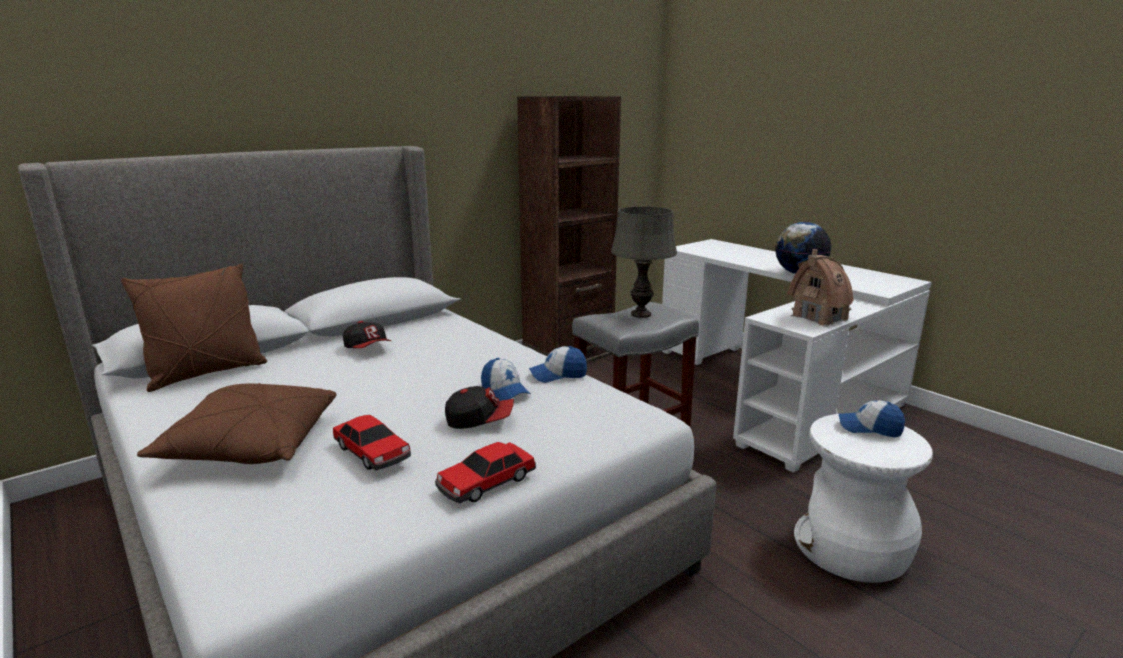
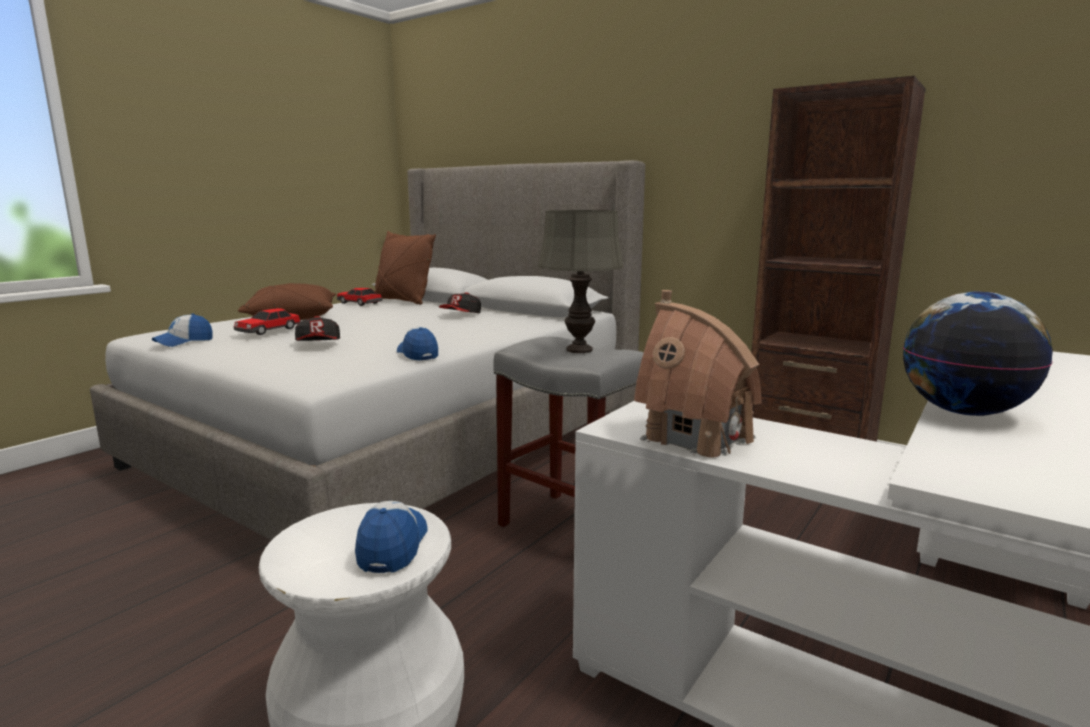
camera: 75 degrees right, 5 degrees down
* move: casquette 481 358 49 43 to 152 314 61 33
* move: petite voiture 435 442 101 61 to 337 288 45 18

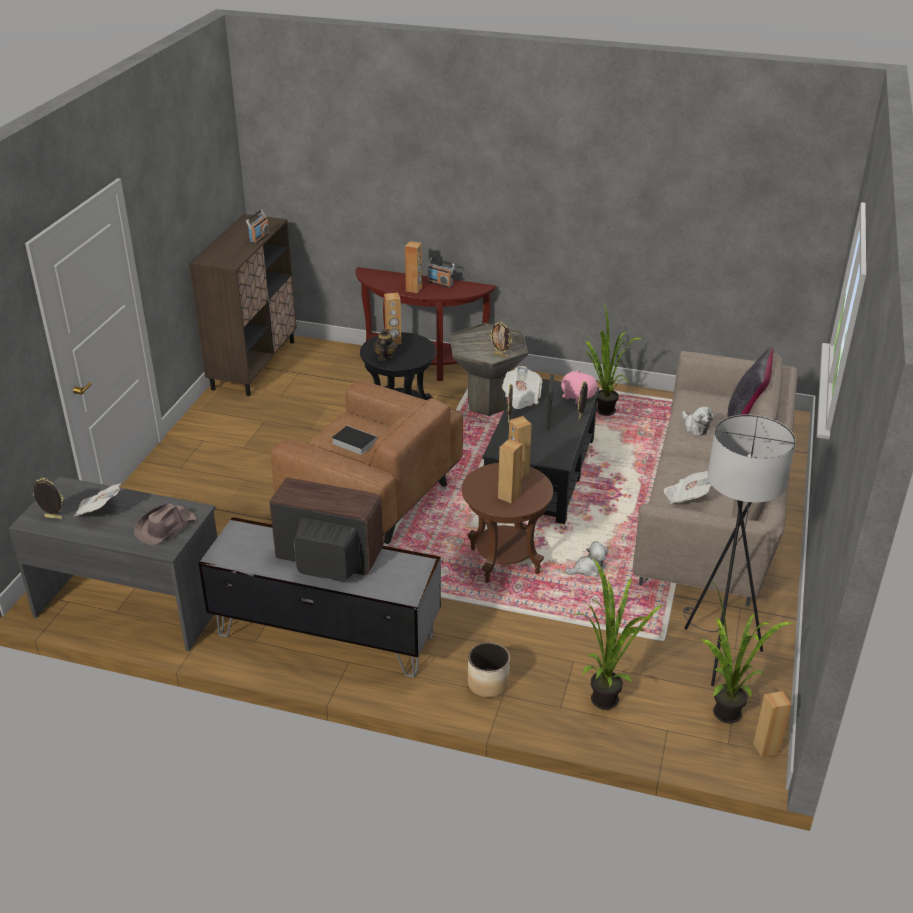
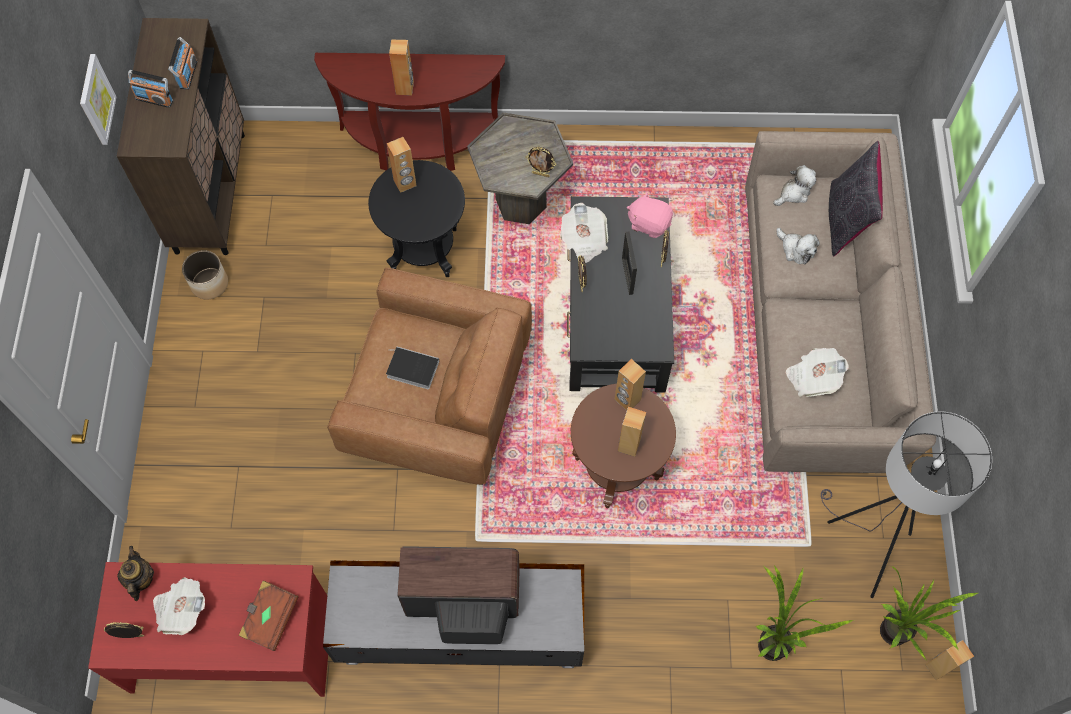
camera: 15 degrees left, 30 degrees up
* move: radio 428 258 27 30 to 128 70 45 38
* delete: plante en pot 582 303 60 113
* move: théière 373 329 24 32 to 117 546 37 55
* recolor: bureau/gris 9 476 208 176 to bureau/rouge 88 562 240 135
* replace: chapeau/marron 134 503 62 42 to livre/marron 238 581 61 70
* move: peluche 565 541 43 36 to 773 165 43 41
* move: cache-pot 468 642 42 55 to 182 250 46 50
* insert: tableau 80 54 37 91

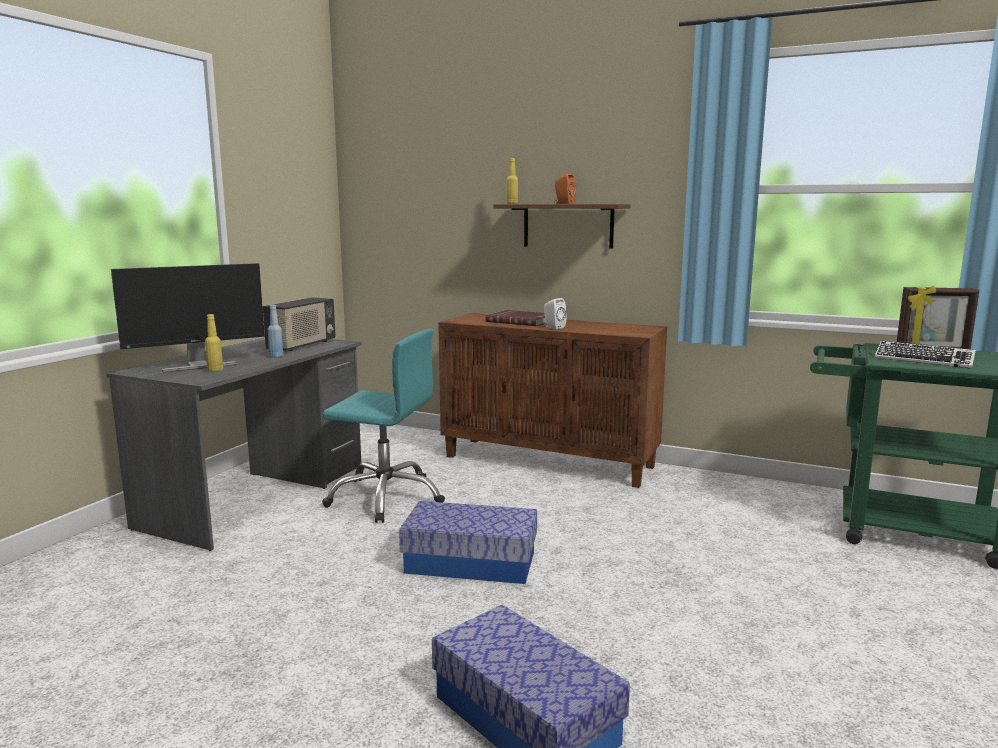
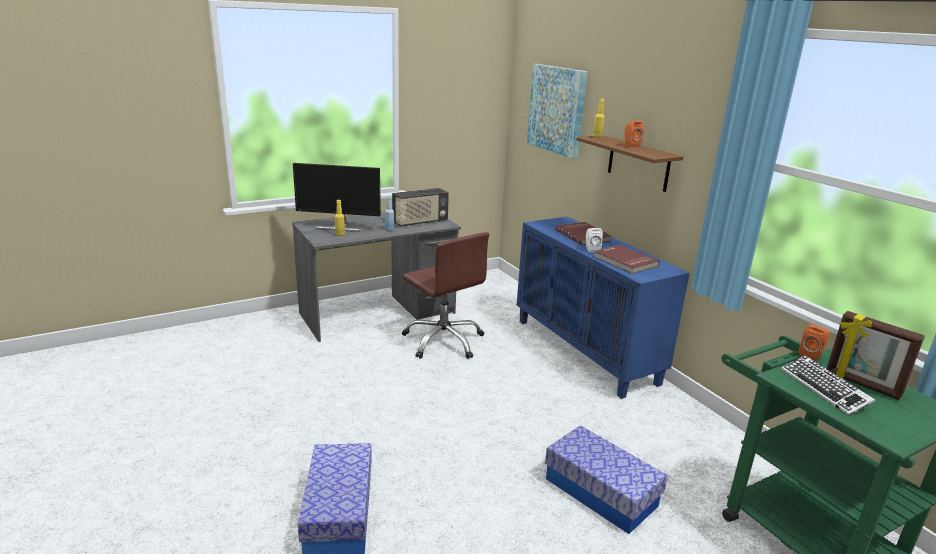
camera: 35 degrees right, 10 degrees up
* recolor: meuble de rangement/marron 438 313 229 175 to meuble de rangement/bleu 517 216 172 183
* recolor: chaise de bureau/turquoise 322 329 123 194 to chaise de bureau/marron 402 232 87 127
* move: boîte de rangement 399 501 138 83 to 545 425 123 109
* insert: tableau 527 64 60 95
* insert: livre/rouge 593 245 67 29
* insert: enceinte/orange 799 324 31 37

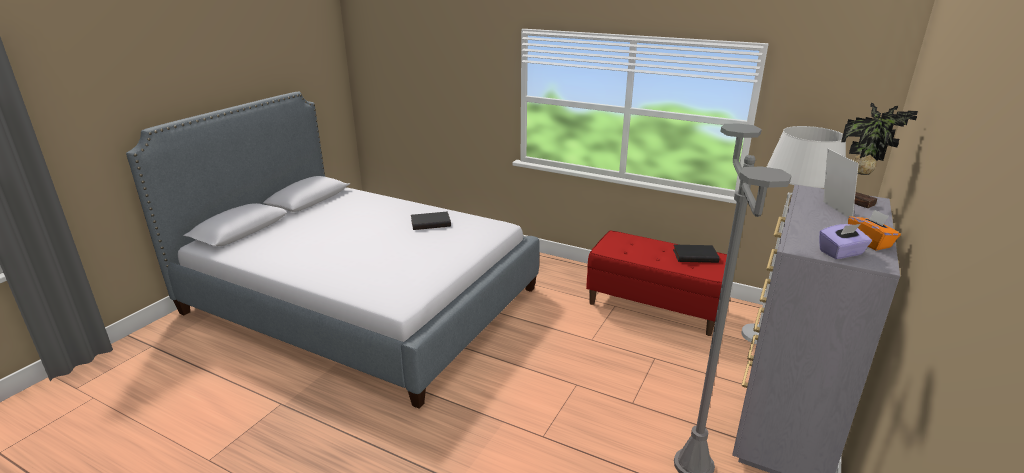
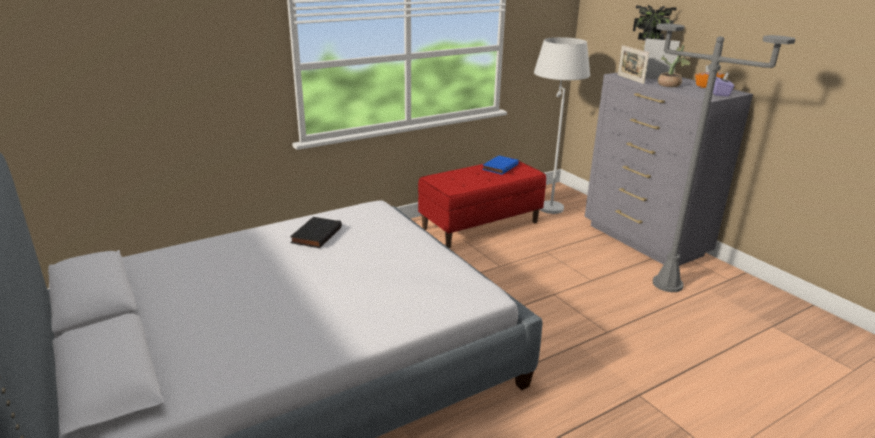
camera: 60 degrees left, 0 degrees up
* recolor: livre/noir 673 244 47 19 to livre/bleu 482 155 37 20
* insert: cadre photo 618 45 32 39
* insert: plante en pot 658 45 32 42

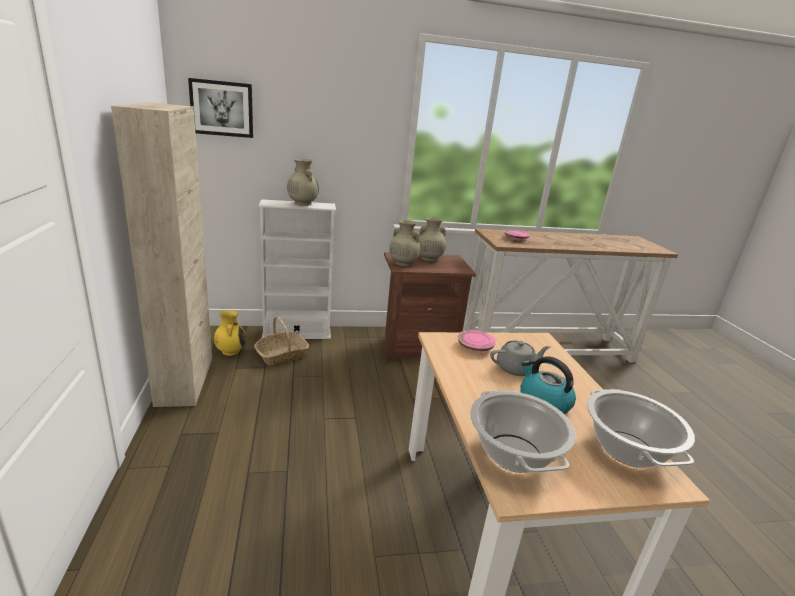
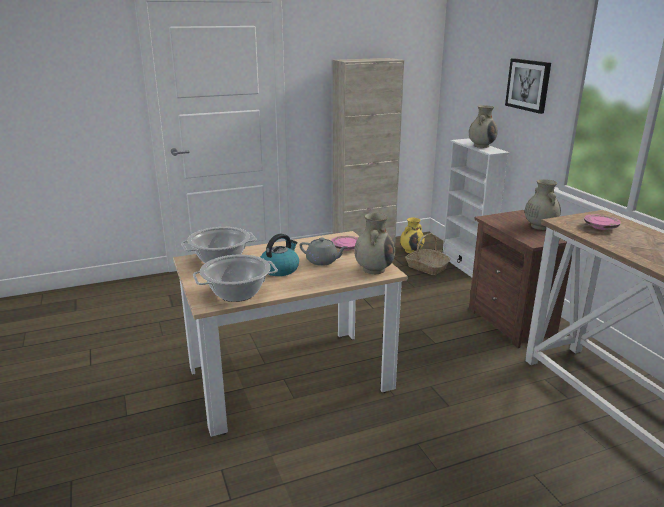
camera: 80 degrees right, 0 degrees up
* move: tableau 188 78 65 60 to 505 58 46 56
* move: vase/beige 389 220 31 46 to 354 213 41 61
* rotate: théière/gris 490 341 60 35 = 299 238 48 28 45 degrees counterclockwise

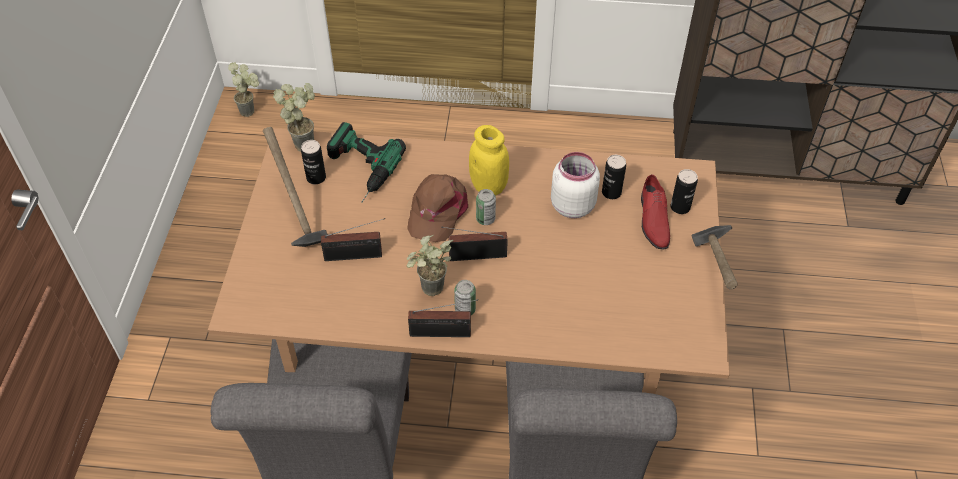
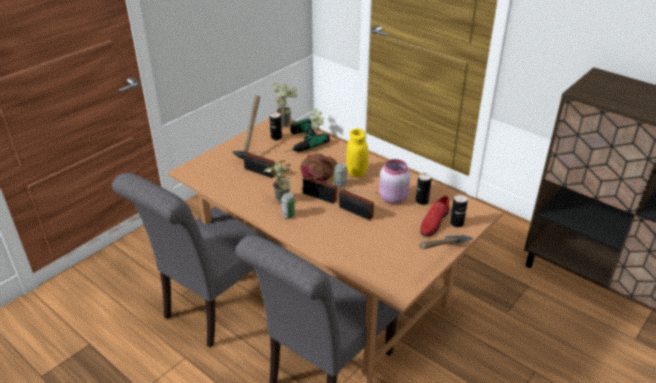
camera: 35 degrees right, 15 degrees down
* recolor: bocal/blanc 551 152 49 66 to bocal/rose 379 159 31 45
* rotate: casquette/marron 407 174 61 68 = 300 154 37 28 150 degrees clockwise
* move: radio 408 299 70 38 to 339 190 35 30

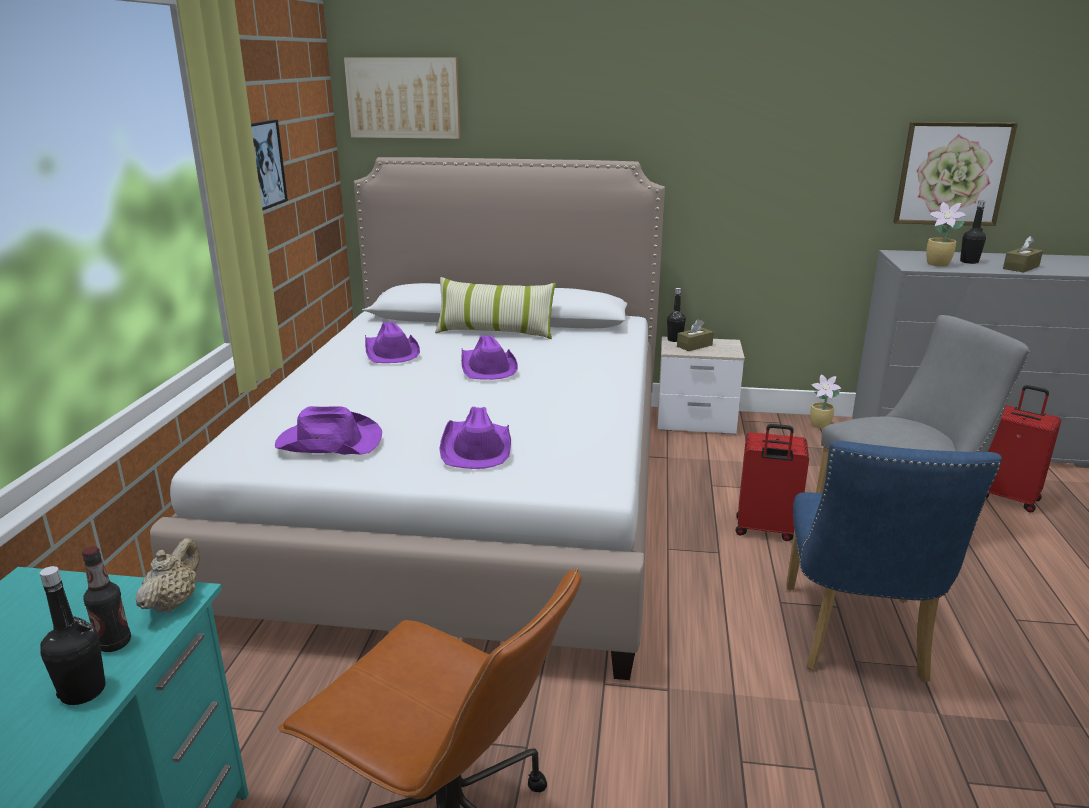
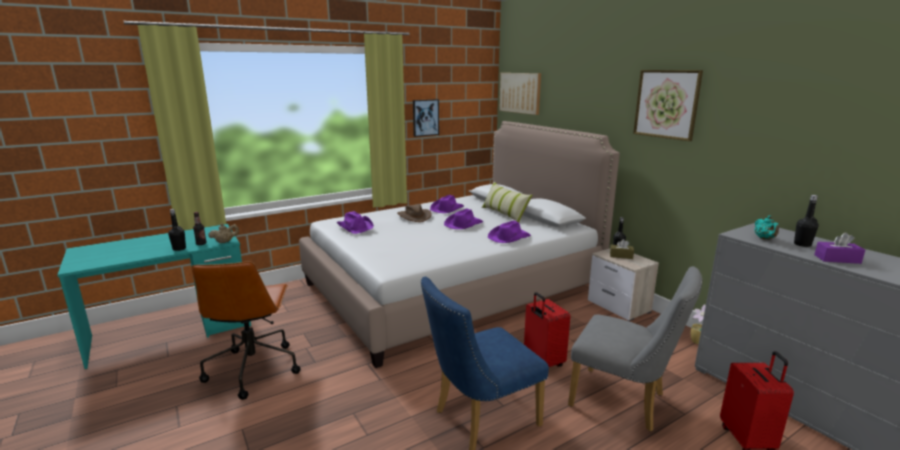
camera: 50 degrees right, 5 degrees down
* move: tableau 893 122 125 104 to 633 70 70 71
* replace: plante en pot 926 202 40 65 to théière/turquoise 755 216 24 24
* recolor: boîte à mouchoirs/marron 1003 236 40 37 to boîte à mouchoirs/violet 814 232 51 32
* move: chapeau/violet 439 406 72 63 to 488 220 43 23
* insert: chapeau/marron 397 204 35 18

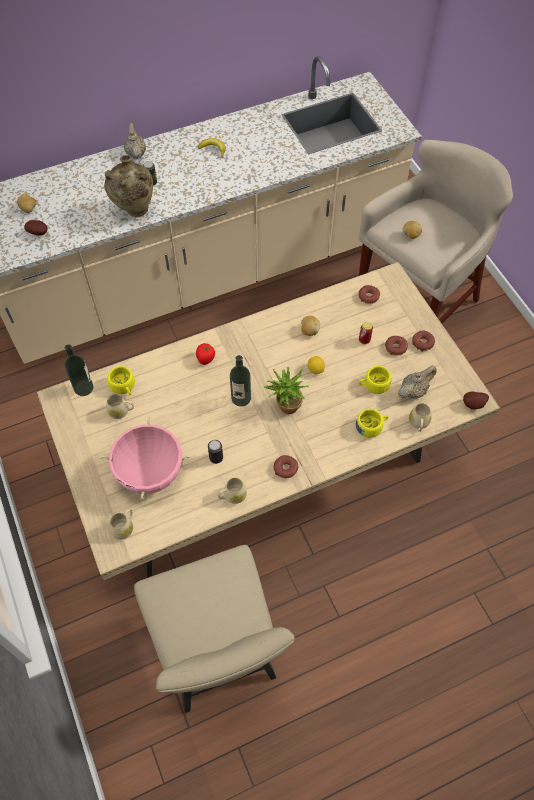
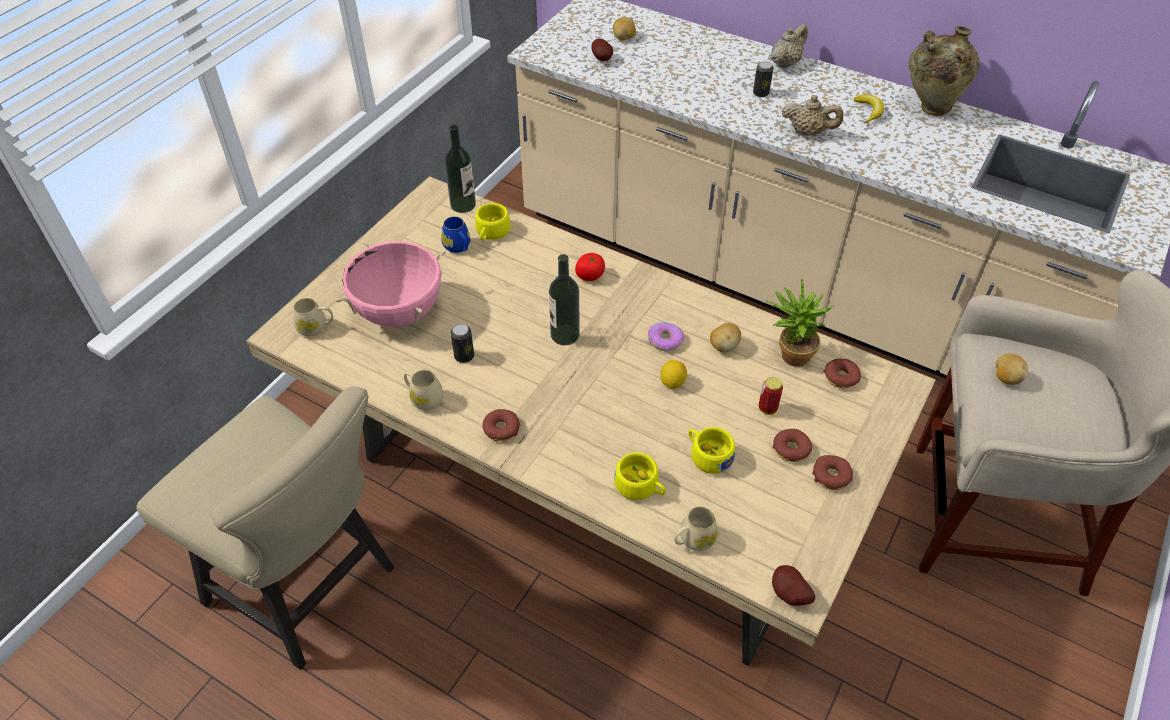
camera: 55 degrees right, 10 degrees down
* move: vase/beige 104 155 49 62 to 909 26 71 90
* move: théière/beige 398 366 39 33 to 782 95 61 41
* move: plante en pot 264 367 46 47 to 766 279 68 88
* recolor: mug/beige 106 394 28 25 to mug/bleu 441 216 29 37
* rotate: chaise/beige 134 545 161 168 = 136 386 258 284 90 degrees counterclockwise
* insert: beignet 648 321 37 31

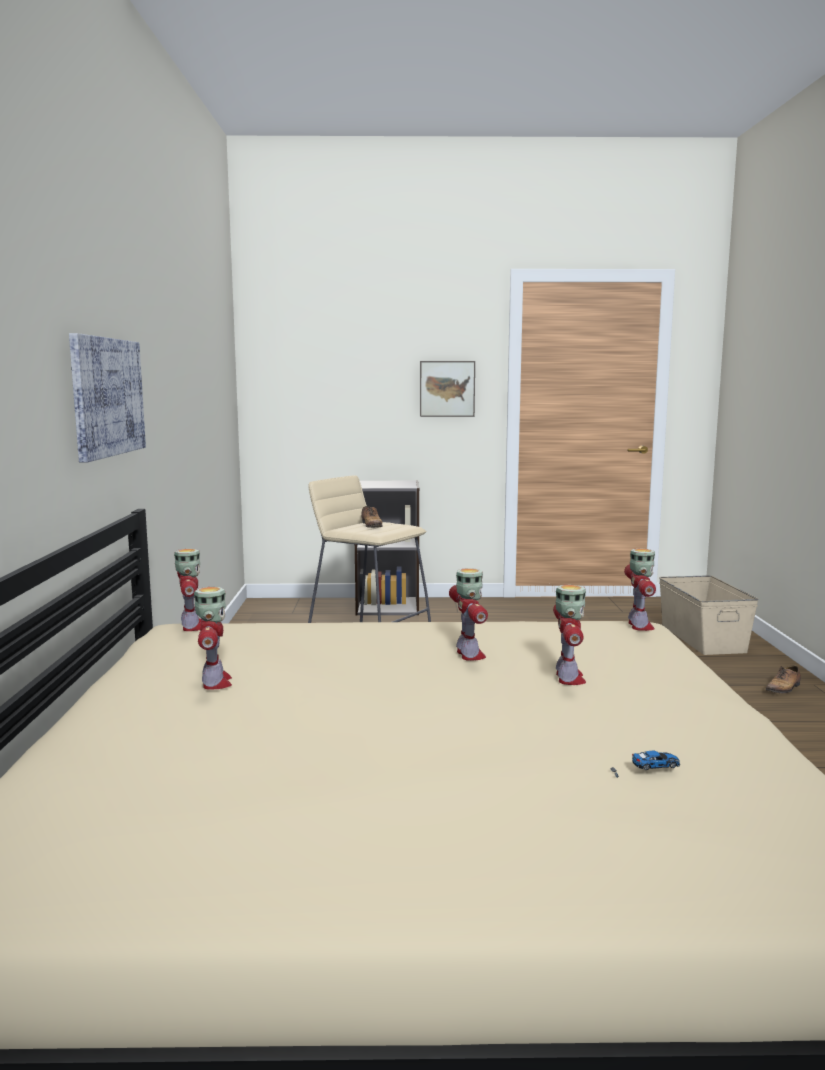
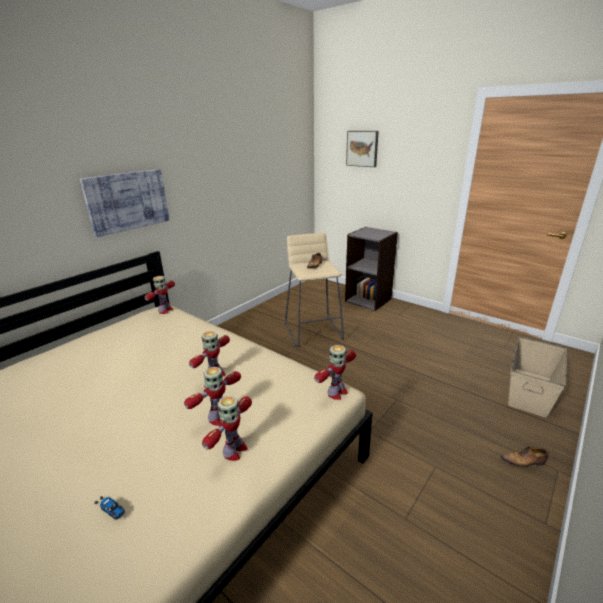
camera: 40 degrees right, 15 degrees up
* move: tableau 420 361 55 56 to 346 131 33 36
* move: robot jouet 194 587 38 103 to 202 396 50 65

